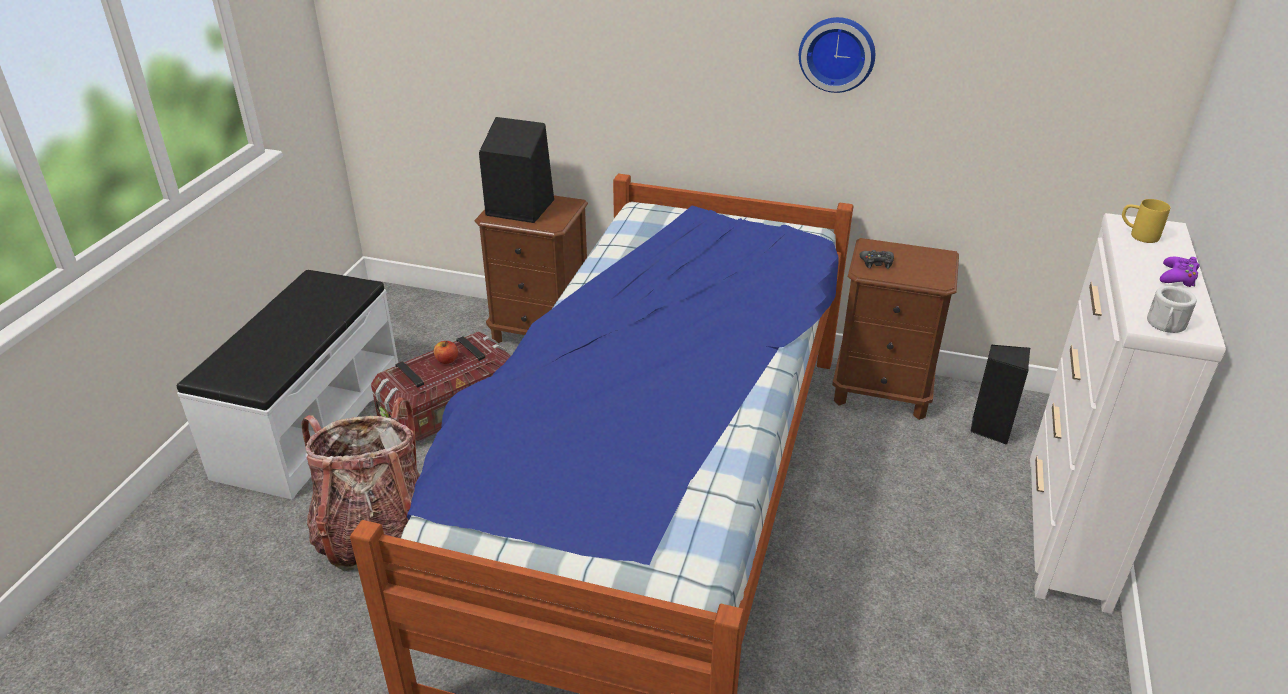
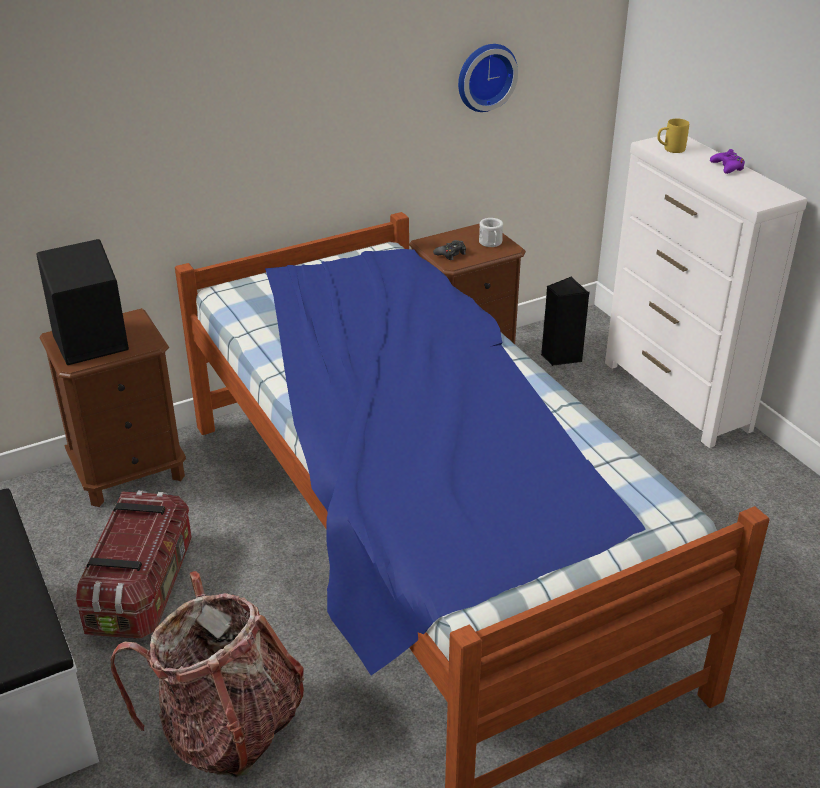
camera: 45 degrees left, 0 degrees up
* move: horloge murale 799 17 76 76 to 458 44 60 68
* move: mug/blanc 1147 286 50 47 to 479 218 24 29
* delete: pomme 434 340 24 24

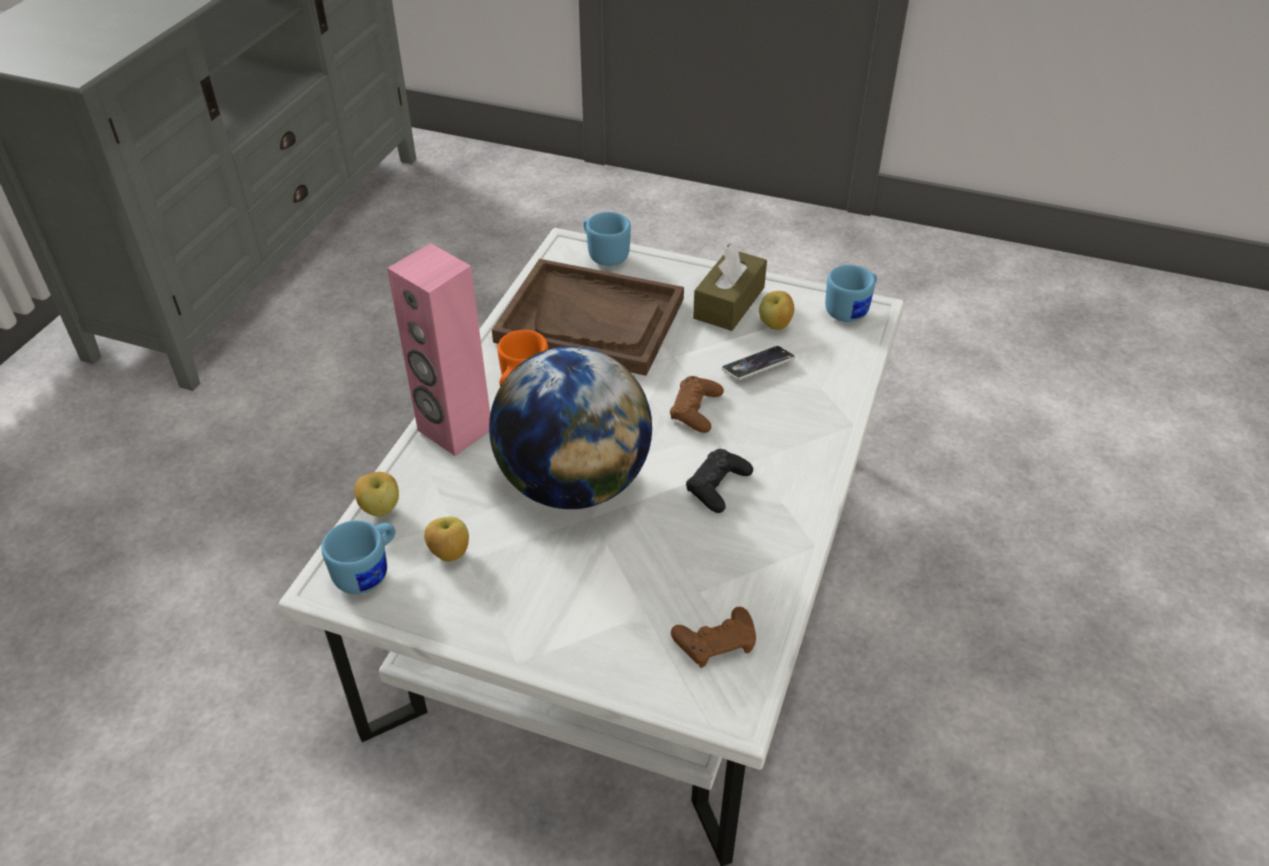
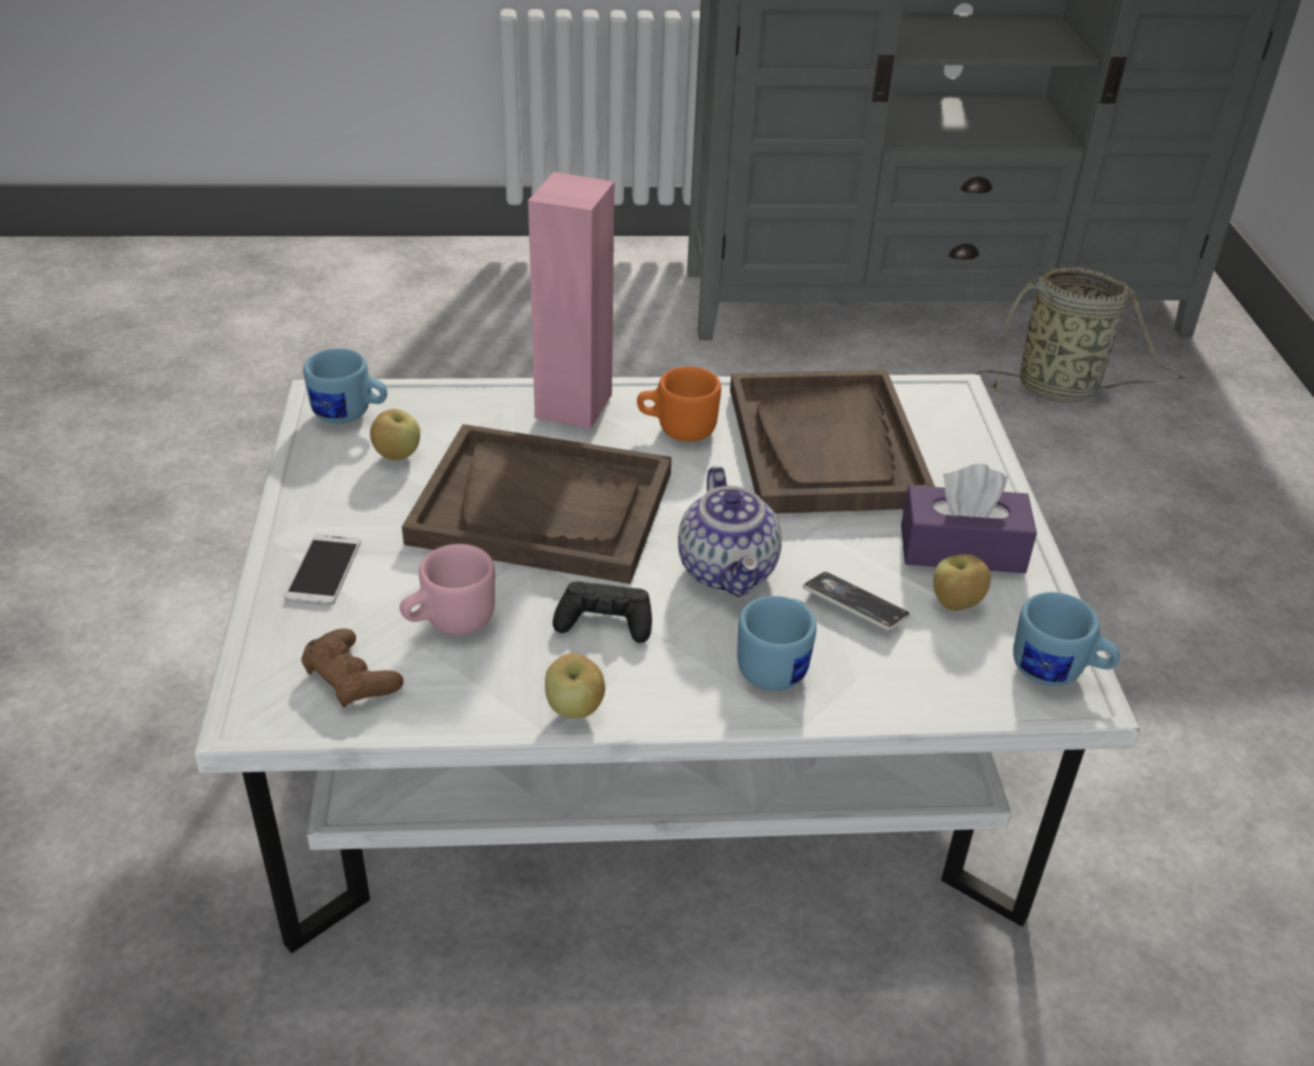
camera: 65 degrees right, 5 degrees down
* move: mug/bleu 583 212 48 54 to 737 596 80 95
* recolor: boîte à mouchoirs/marron 693 243 74 88 to boîte à mouchoirs/violet 901 464 136 109
* replace: globe 489 346 163 163 to plateau/marron 402 424 270 160
* replace: manette/marron 670 376 54 57 to théière 678 466 104 131
* move: pomme 354 472 45 44 to 545 653 60 66
* insert: panier 975 267 211 136
* insert: téléphone 284 534 77 72
* insert: mug/rose 400 544 95 91

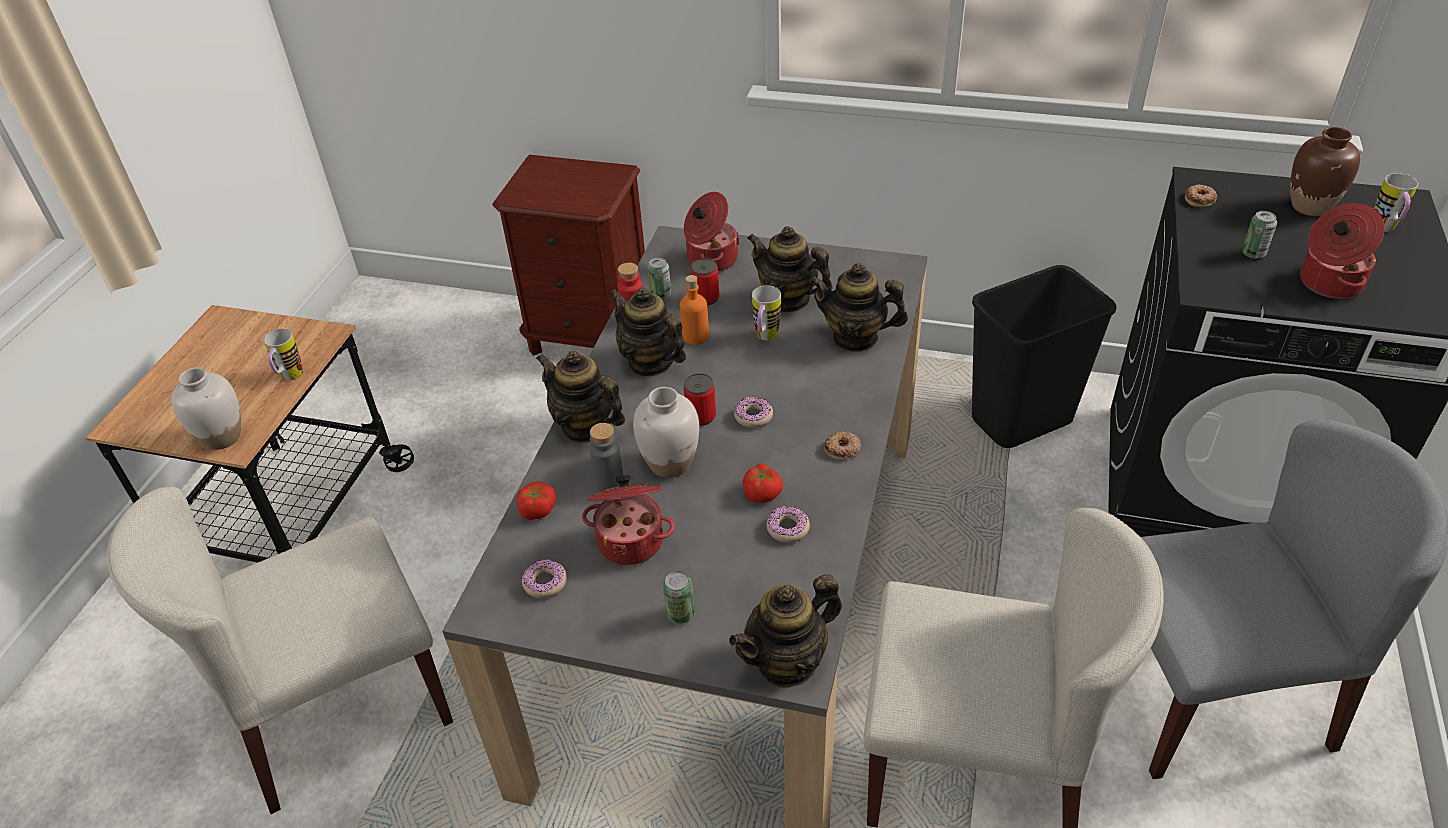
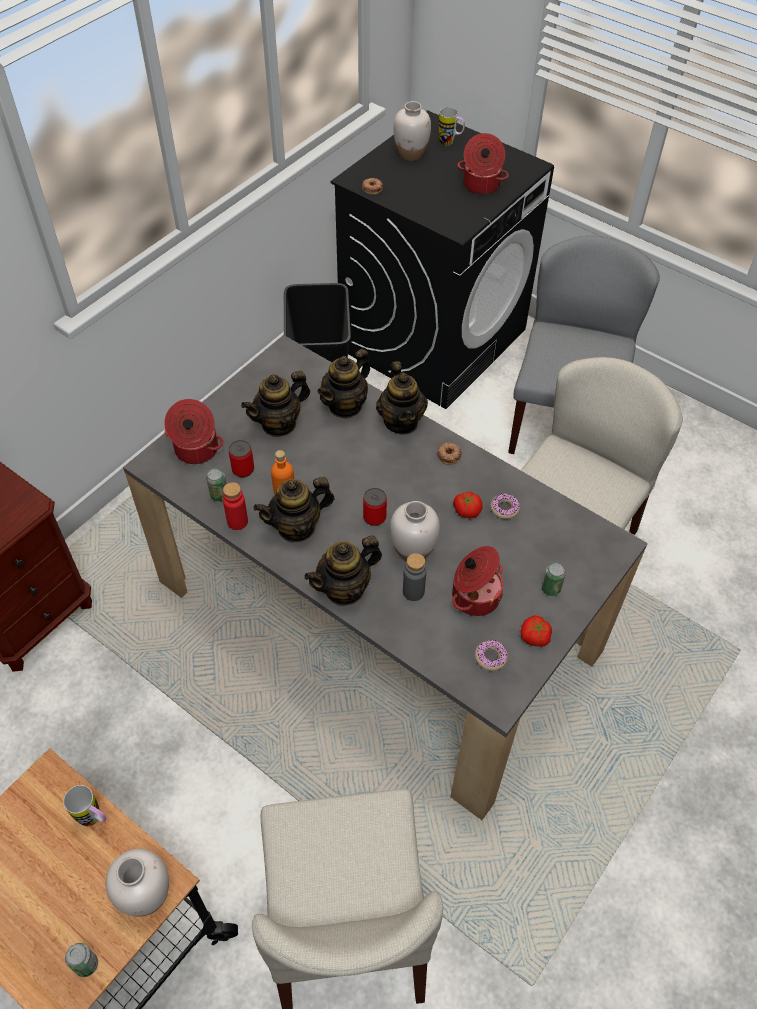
camera: 70 degrees left, 10 degrees up
* recolor: vase/marron 1290 127 70 89 to vase/blanc 393 101 38 60
* move: boîte métallique 1242 211 35 48 to 65 943 33 34
* delete: mug 752 285 29 55
* delete: beignet 734 397 39 31
* move: tomate 516 481 40 39 to 521 616 31 31
* move: théière 729 574 113 114 to 376 361 52 74

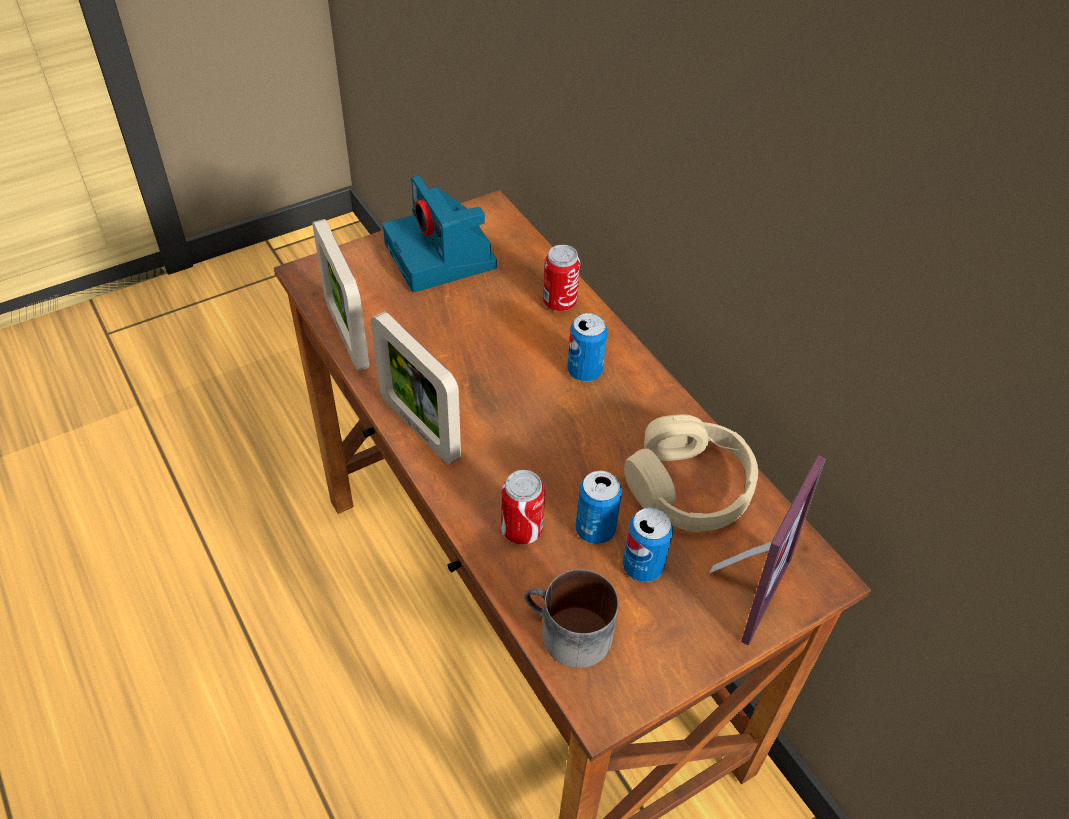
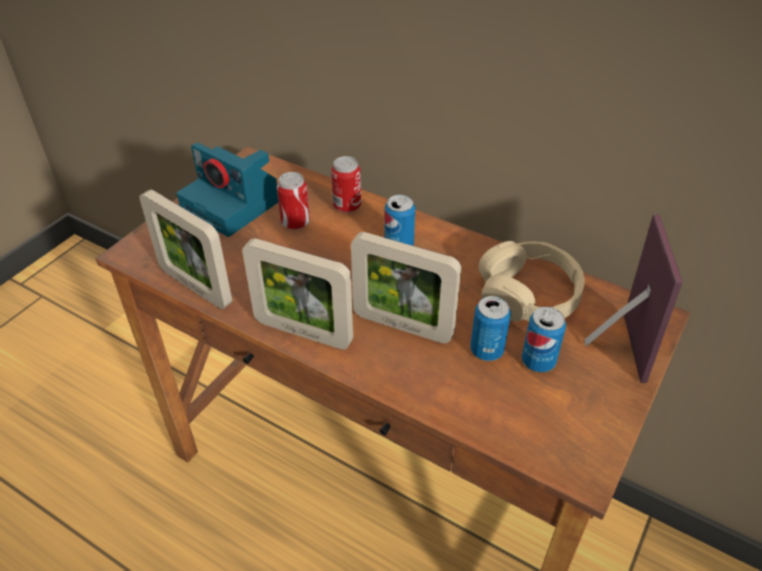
camera: 25 degrees left, 5 degrees down
* move: boîte métallique 501 470 44 74 to 277 172 33 58
* delete: mug 524 569 95 99
* insert: cadre photo 351 232 110 111

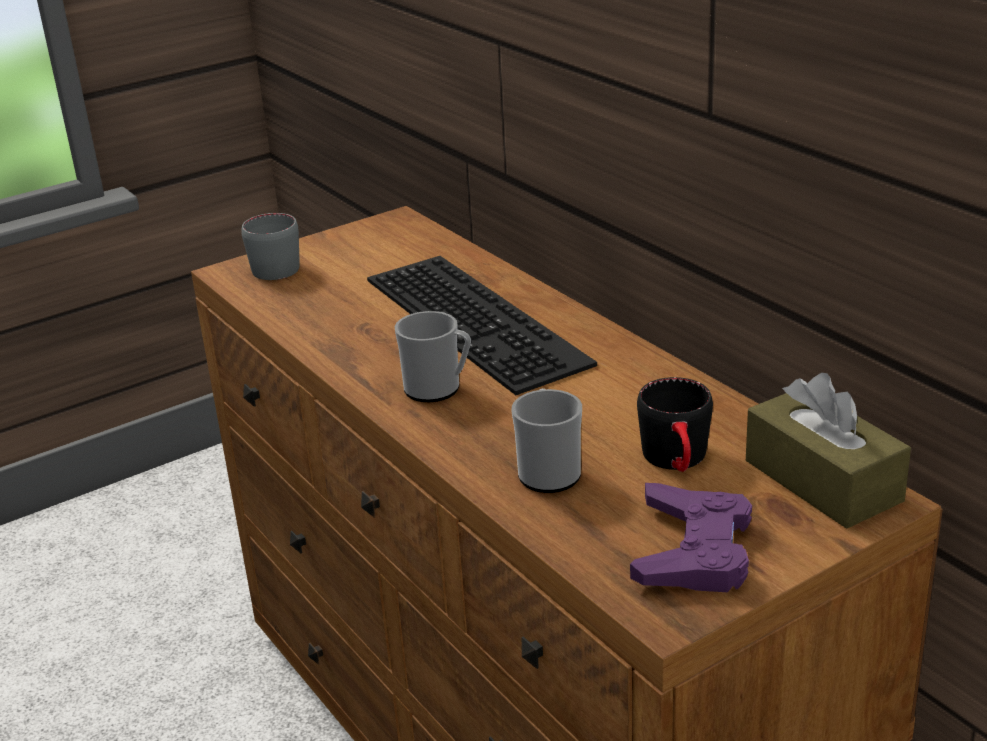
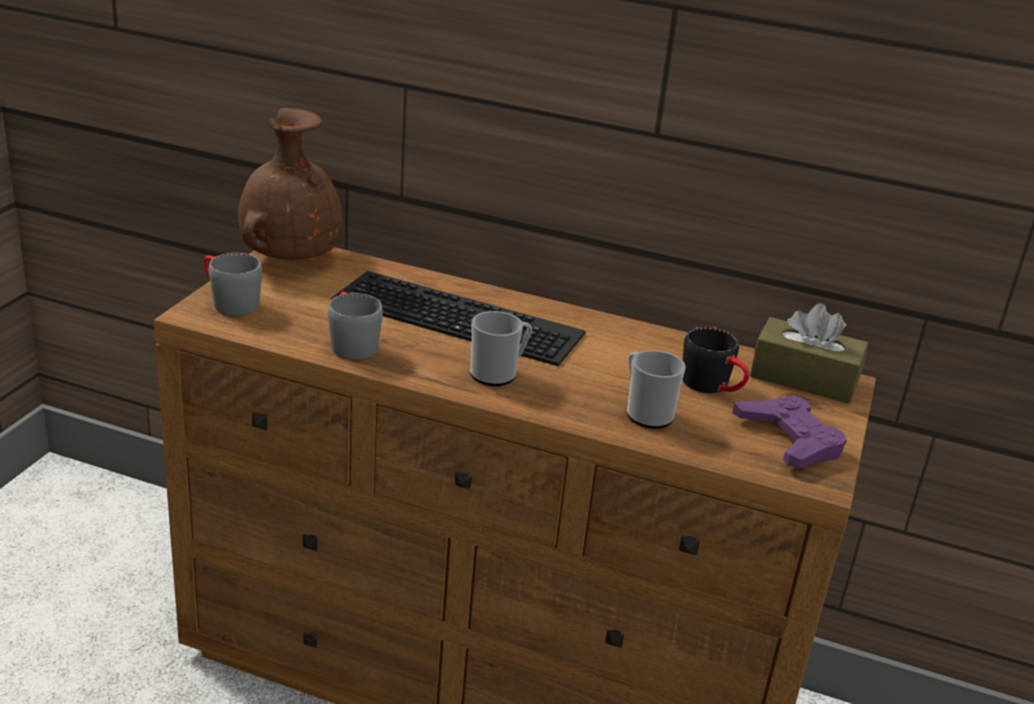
camera: 40 degrees left, 0 degrees up
* insert: vase/marron 238 108 105 152
* insert: mug/gris 328 292 55 68

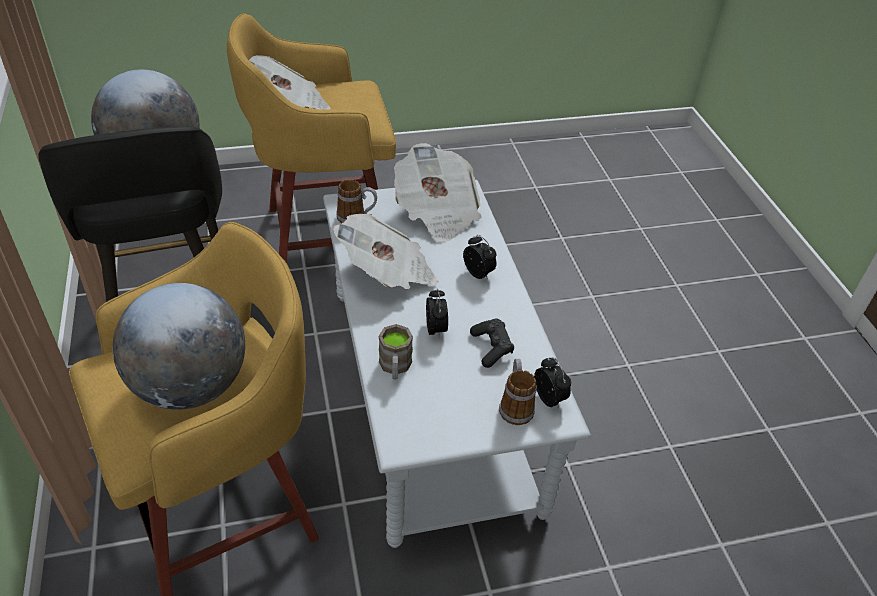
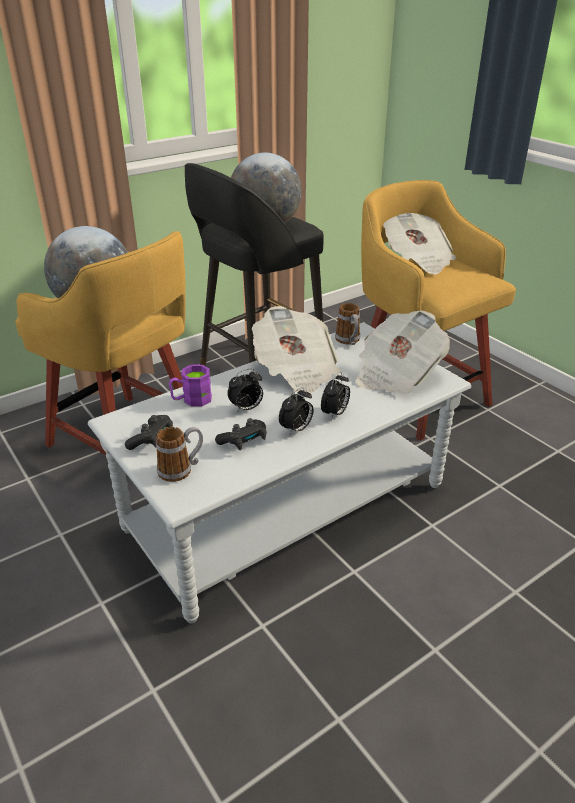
camera: 70 degrees right, 10 degrees down
* recolor: mug/marron 378 324 35 56 to mug/violet 169 365 43 42
* move: réveil 534 357 37 51 to 279 387 34 48
* insert: manette/noir 125 415 48 35

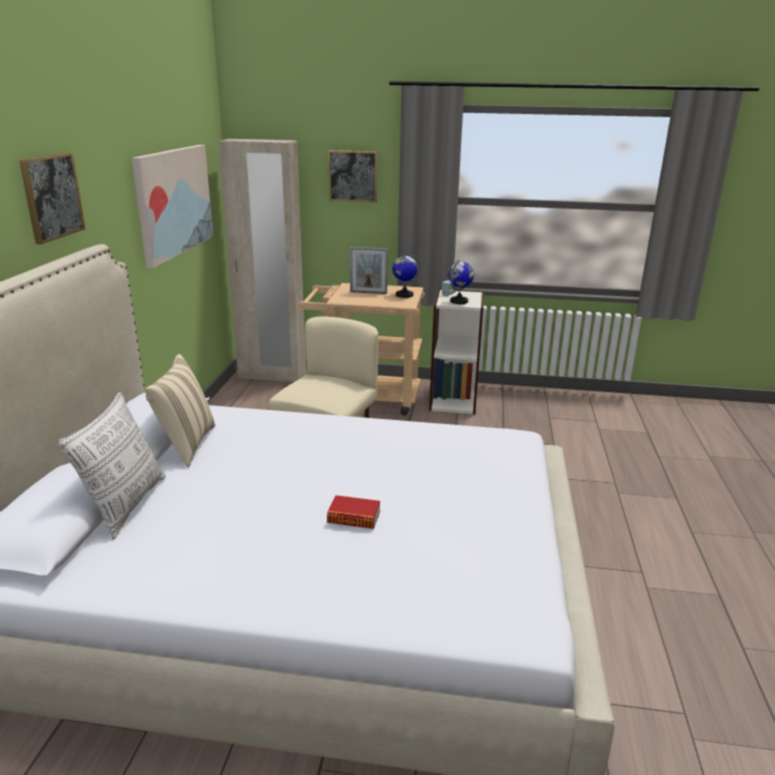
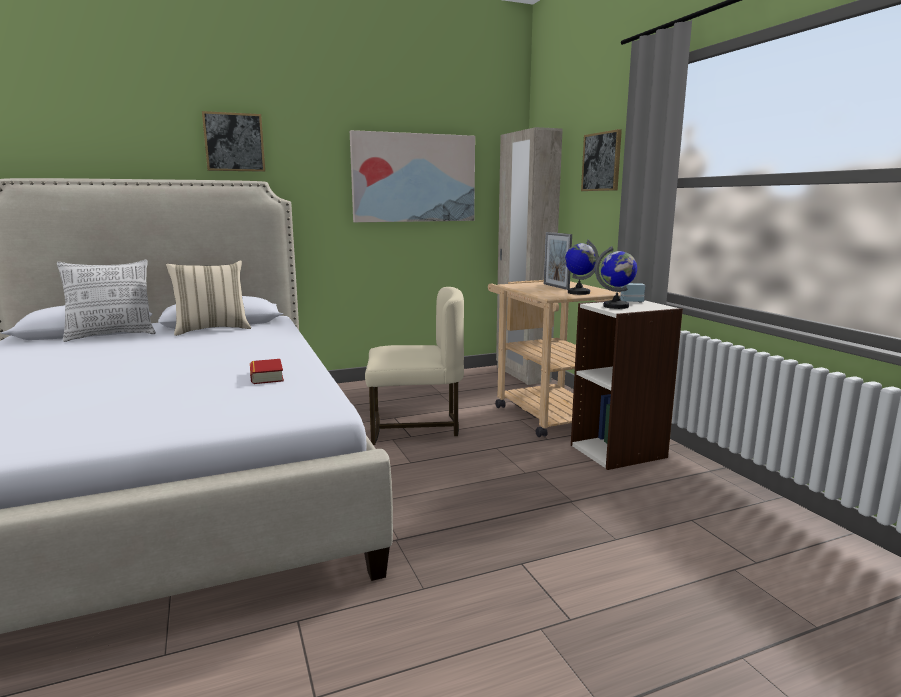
camera: 60 degrees right, 10 degrees down
* move: livre 327 495 53 34 to 250 359 34 25

